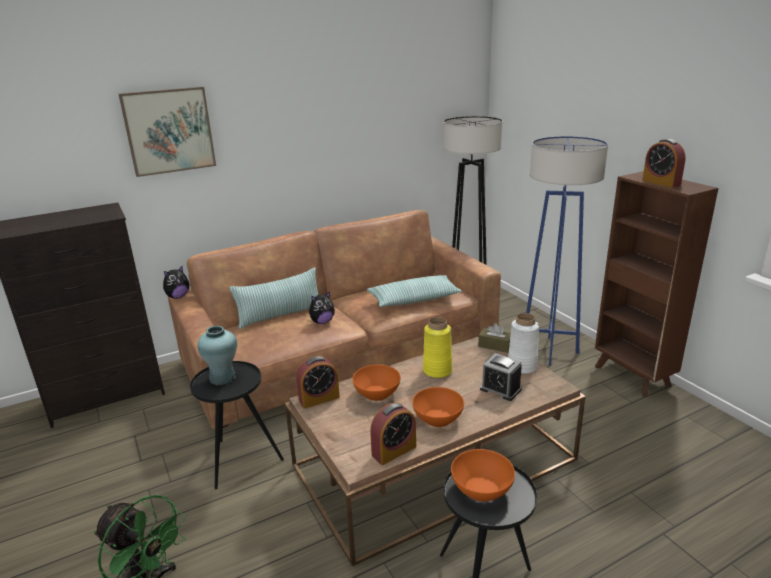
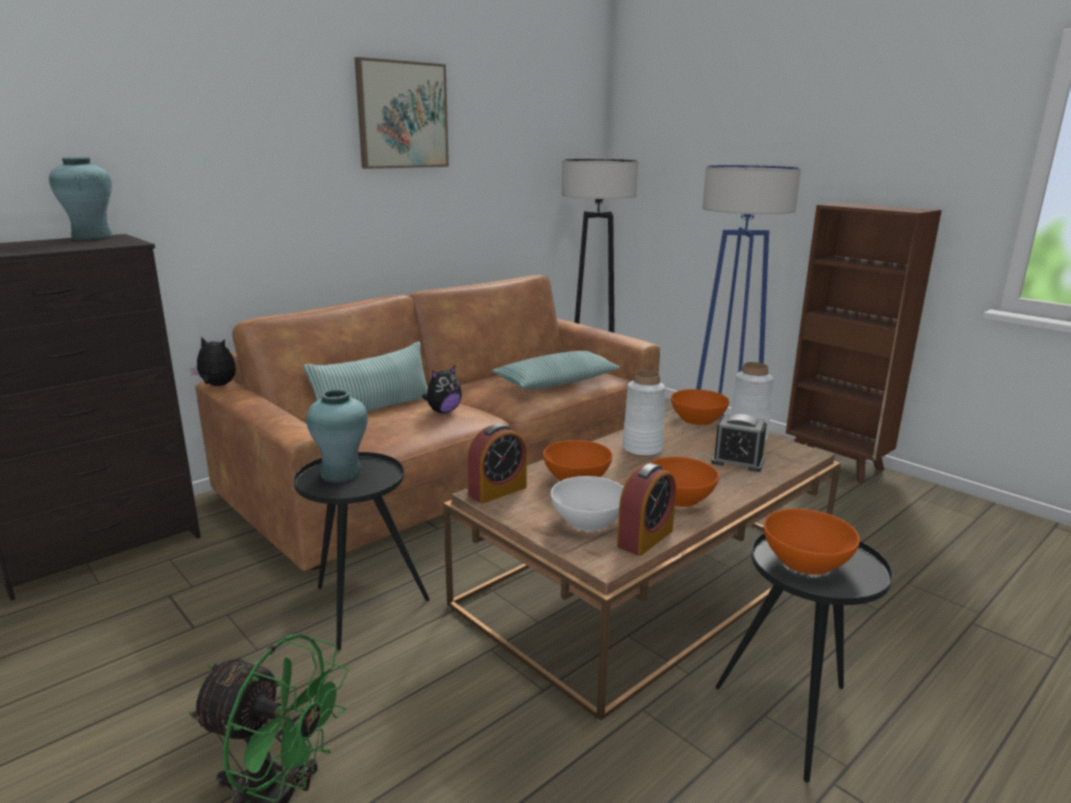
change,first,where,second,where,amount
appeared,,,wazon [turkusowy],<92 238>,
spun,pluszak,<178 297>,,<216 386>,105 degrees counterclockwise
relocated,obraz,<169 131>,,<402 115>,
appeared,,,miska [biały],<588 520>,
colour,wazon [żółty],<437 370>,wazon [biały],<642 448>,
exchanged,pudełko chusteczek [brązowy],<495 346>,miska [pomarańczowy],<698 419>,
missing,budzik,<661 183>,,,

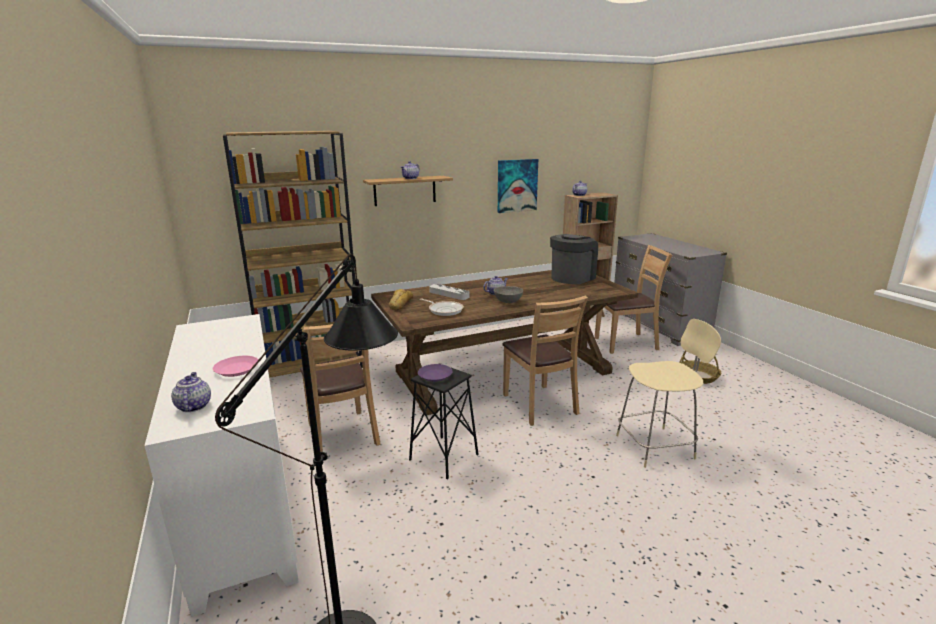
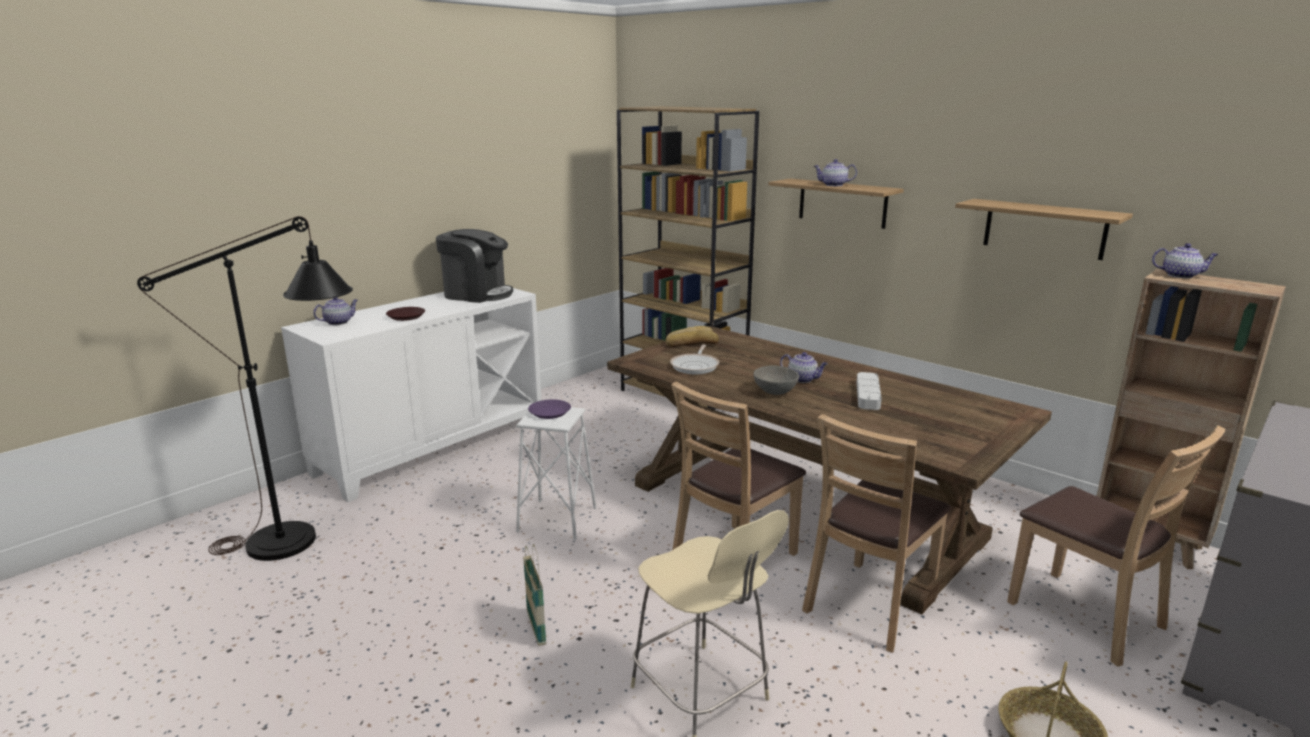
change,first,where,second,where,amount
colour,talerz [różowy],<236 369>,talerz [brązowy],<406 316>,
relocated,ekspres do kawy,<572 277>,,<477 294>,
colour,stołek [czarny],<444 457>,stołek [biały],<557 519>,
appeared,,,koszyk,<536 628>,
relocated,krzesło [brązowy],<342 435>,,<870 604>,
relocated,taca [szary],<449 294>,,<868 394>,
exchanged,obraz,<517 185>,półka,<1044 229>,

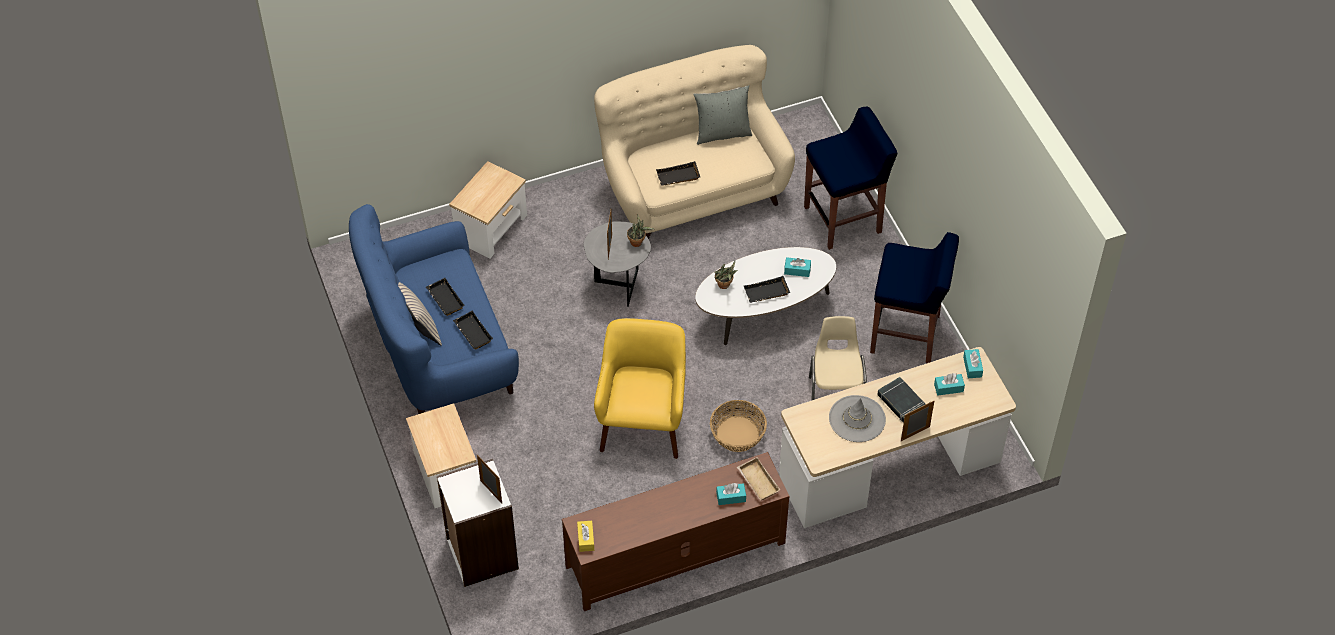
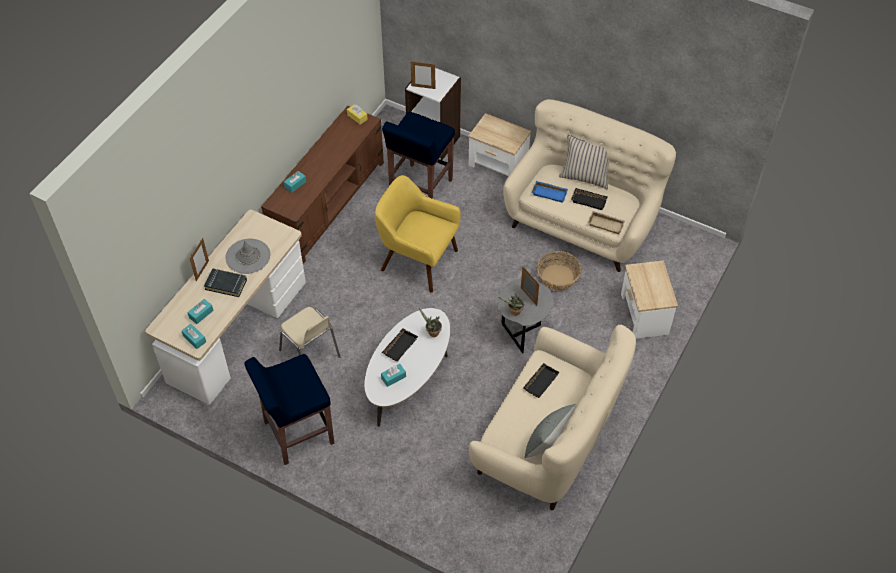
change,first,where,second,where,amount
spun,fotel [żółty],<643 422>,,<418 260>,150 degrees clockwise
relocated,stołek [niebieski],<844 219>,,<420 187>,
colour,kanapa [niebieski],<439 349>,kanapa [beżowy],<582 222>,
colour,taca [czarny],<472 333>,taca [niebieski],<550 193>,
relocated,koszyk,<737 434>,,<558 277>,
relocated,taca [beżowy],<756 481>,,<606 224>,

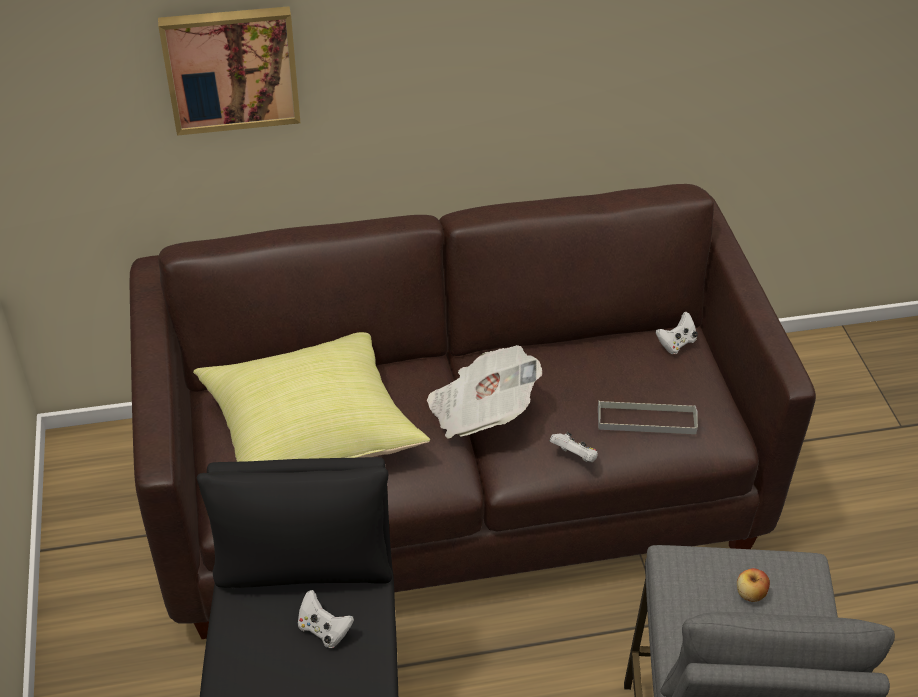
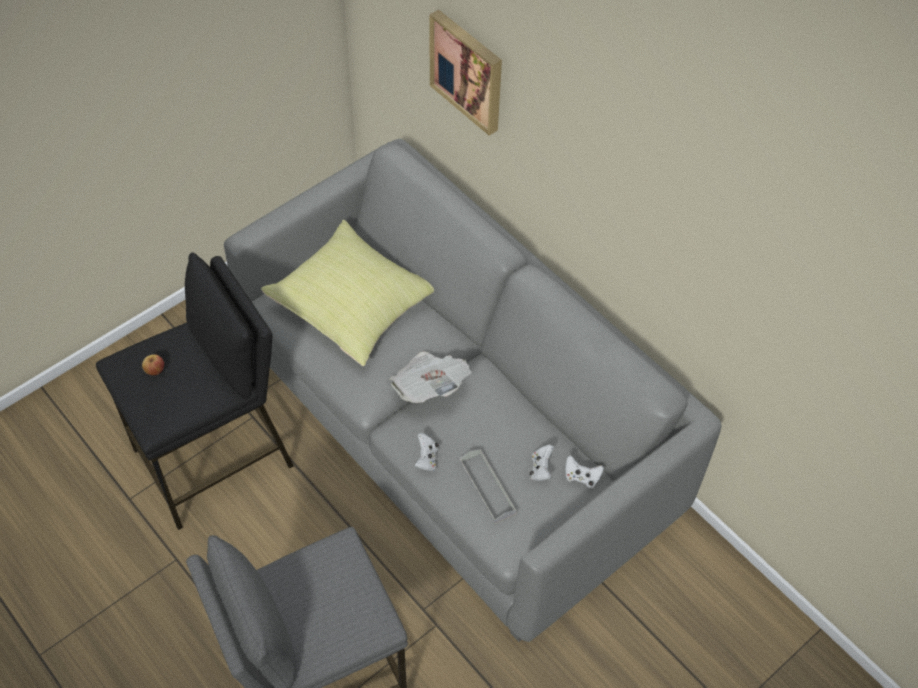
change,first,where,second,where,amount
relocated,jabłko,<750 594>,,<155 370>,
colour,kanapa [brązowy],<457 488>,kanapa [szary],<458 433>,
relocated,pad do gier [biały],<324 630>,,<540 469>,

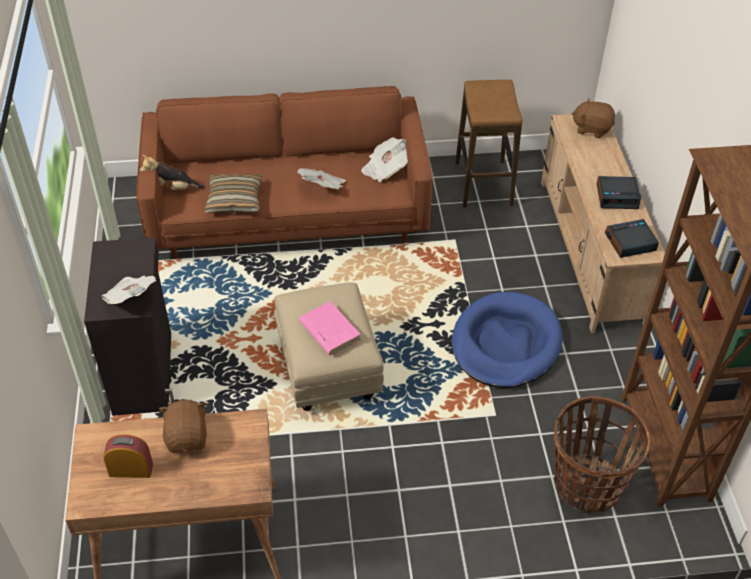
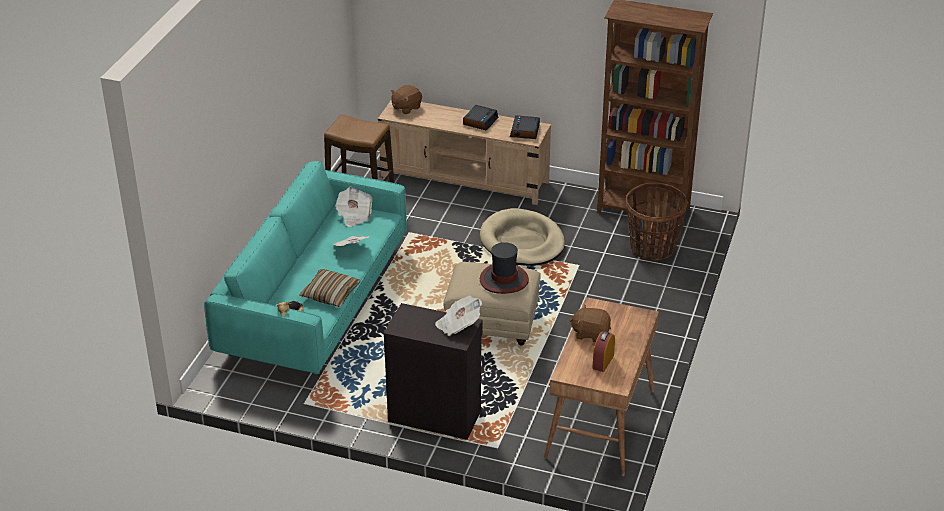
change,first,where,second,where,amount
colour,kanapa [brązowy],<288 213>,kanapa [turkusowy],<315 303>,
colour,legowisko [niebieski],<505 343>,legowisko [beżowy],<522 242>,
exchanged,książka [różowy],<329 330>,kapelusz,<503 280>,

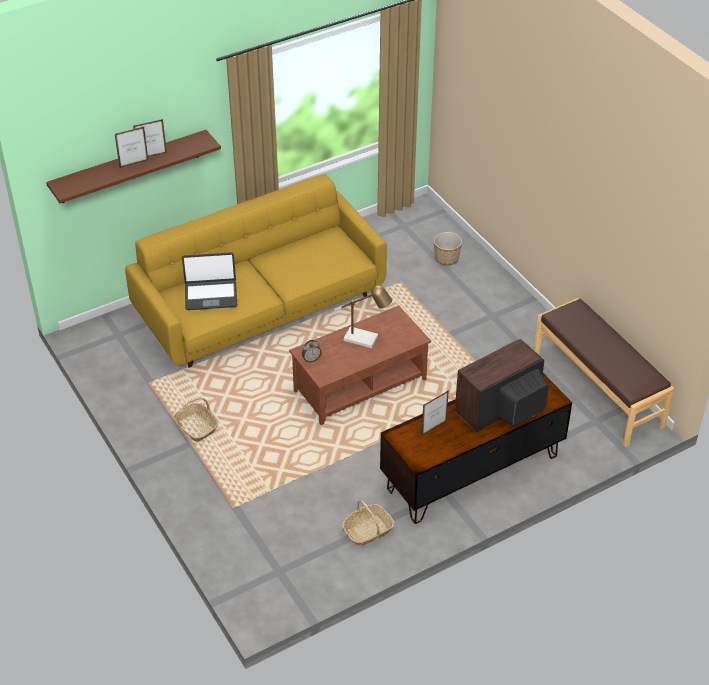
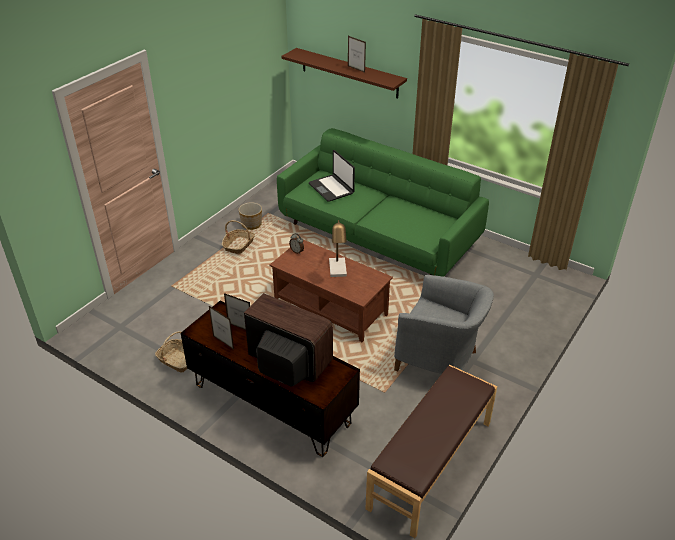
change,first,where,second,where,amount
relocated,ramka na zdjęcie,<134 164>,,<223 343>,
relocated,donica,<446 258>,,<251 224>,
colour,kanapa [żółty],<261 307>,kanapa [zielony],<377 235>,
appeared,,,fotel [szary],<439 362>,

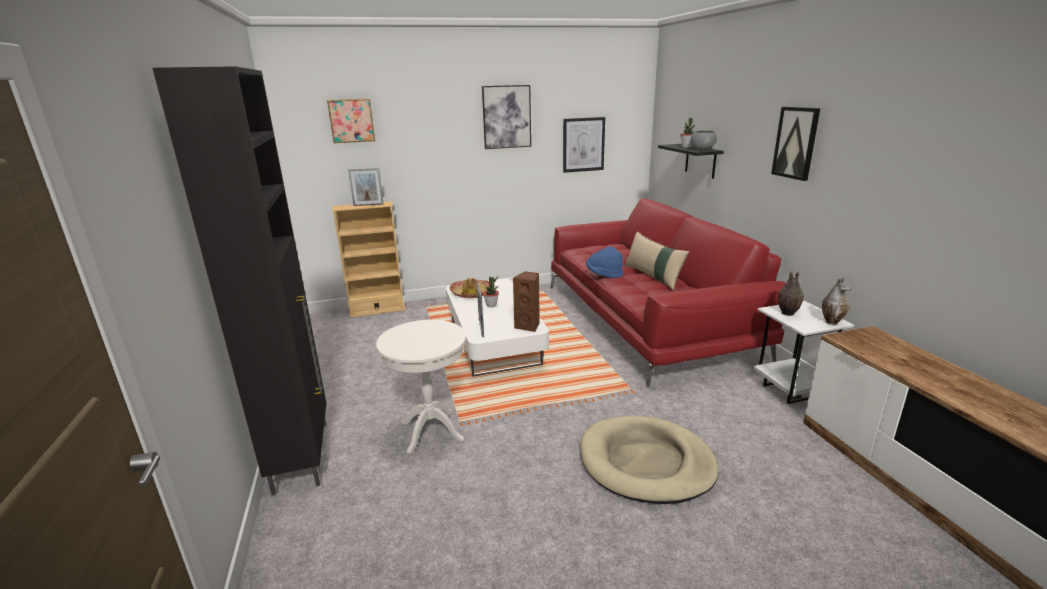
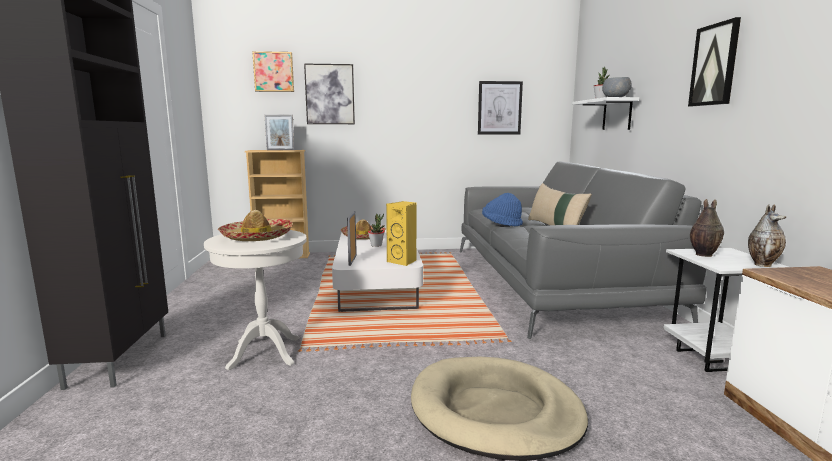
change,first,where,second,where,amount
appeared,,,kapelusz,<257 237>,
relocated,obraz,<506 117>,,<330 94>,
colour,głośnik [brązowy],<528 326>,głośnik [żółty],<403 261>,
colour,kanapa [czerwony],<646 320>,kanapa [szary],<551 282>,
colour,półka [czarny],<700 160>,półka [biały],<617 114>,

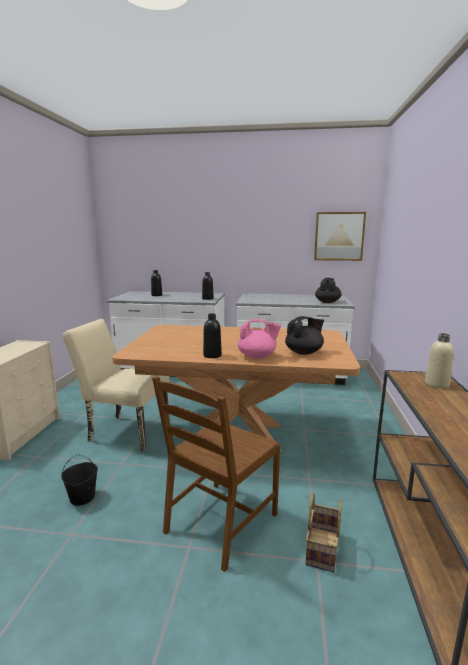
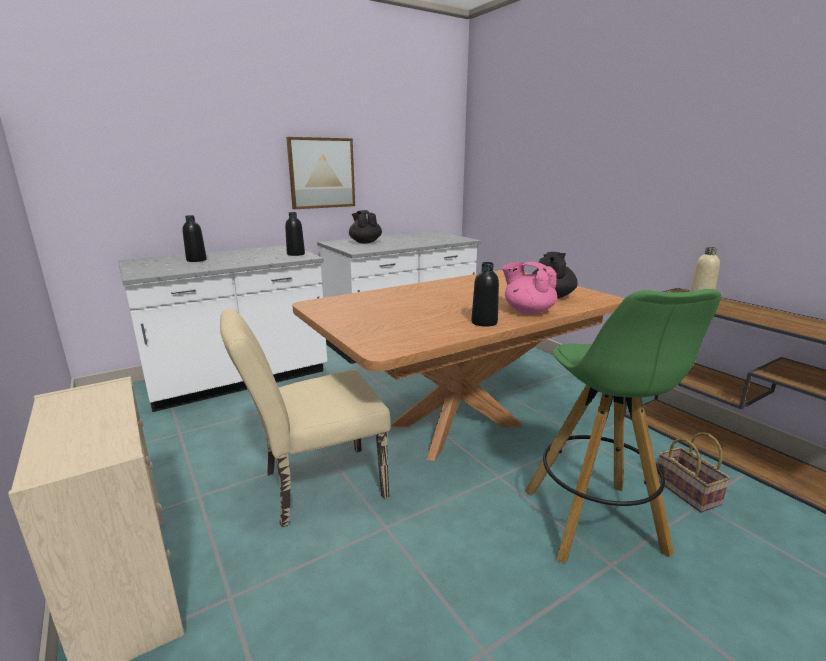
change,first,where,second,where,amount
relocated,obraz,<339 236>,,<321 173>,
relocated,imbryk [czarny],<327 302>,,<365 242>,
spun,imbryk [różowy],<257 356>,,<528 311>,105 degrees counterclockwise
exchanged,krzesło [brązowy],<220 523>,stołek [zielony],<594 523>,
missing,wiadro [czarny],<82 498>,,,

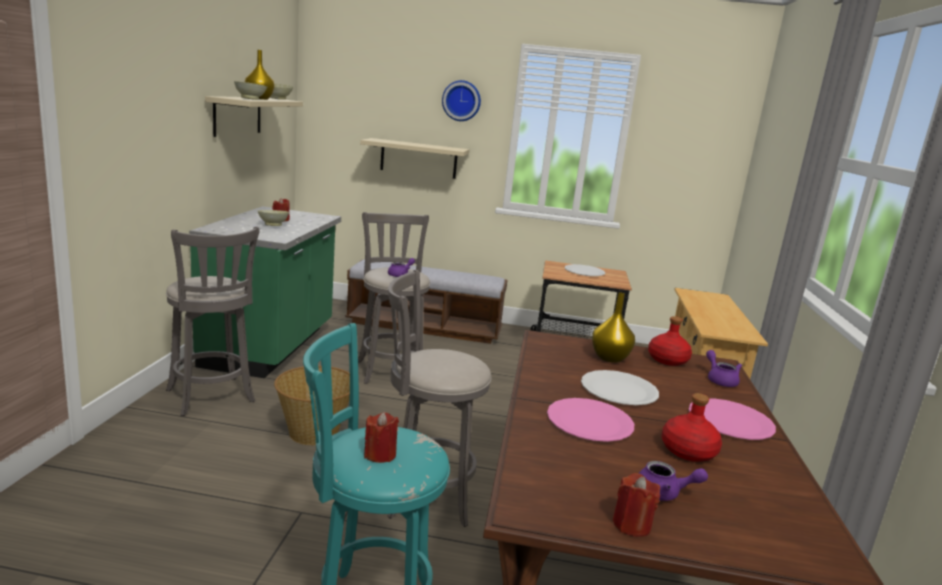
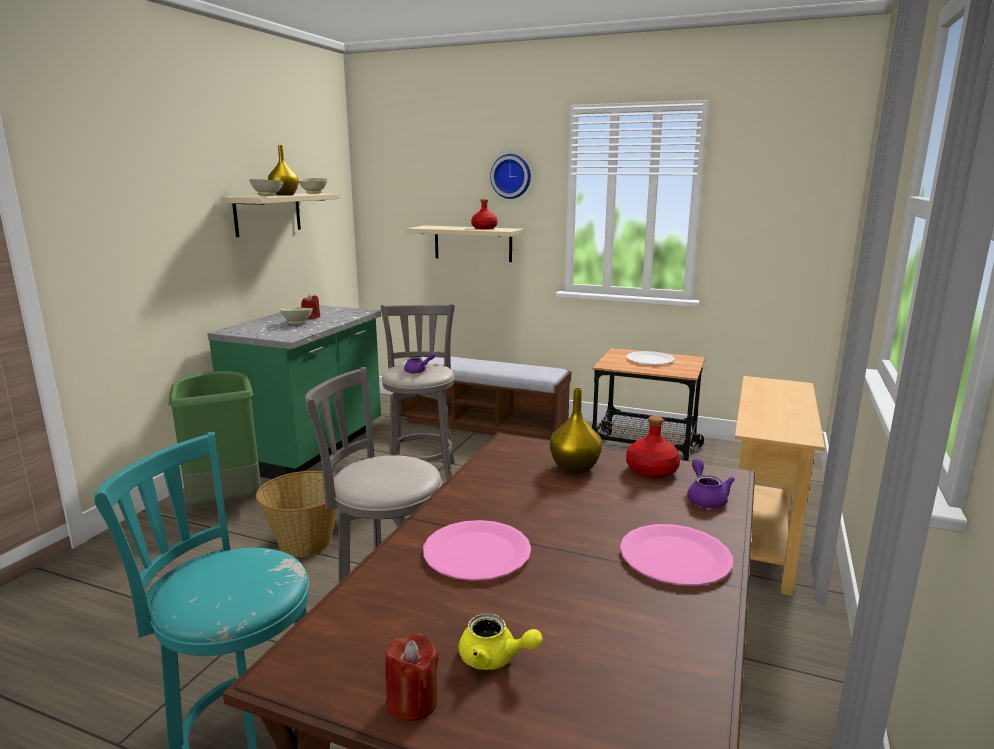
change,first,where,second,where,amount
exchanged,stołek [szary],<211 398>,kosz na śmieci [zielony],<225 502>,
colour,imbryk [fioletowy],<664 493>,imbryk [żółty],<495 658>,
relocated,butelka [czerwony],<689 451>,,<484 228>,
missing,świeca [czerwony],<380 454>,,,
missing,talerz [biały],<619 390>,,,

